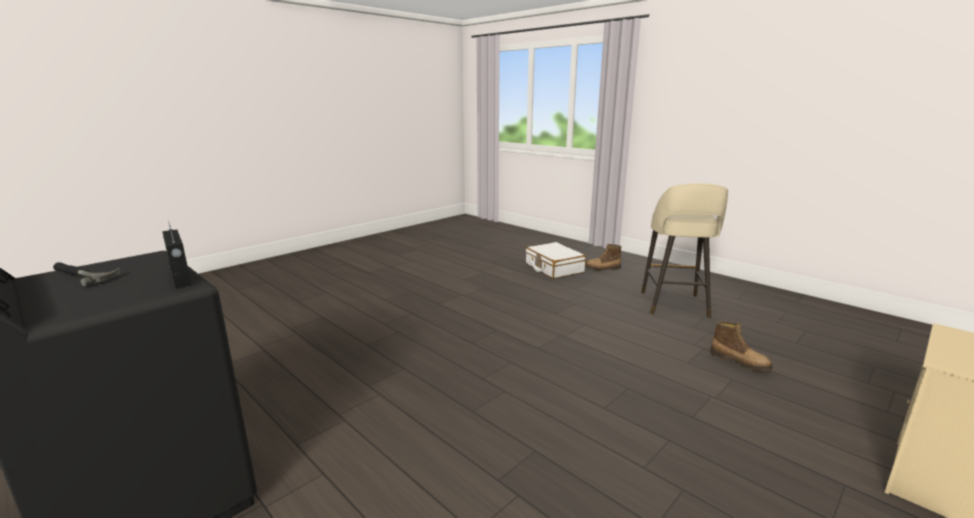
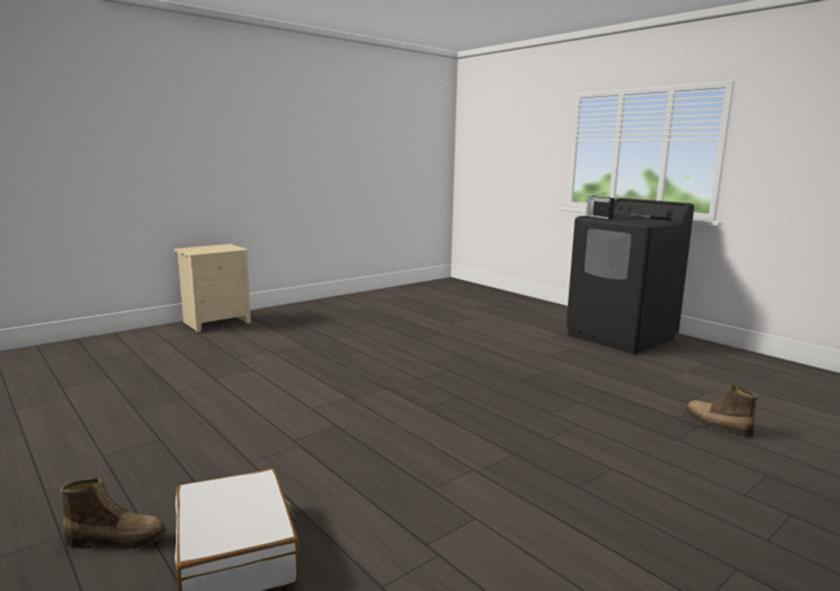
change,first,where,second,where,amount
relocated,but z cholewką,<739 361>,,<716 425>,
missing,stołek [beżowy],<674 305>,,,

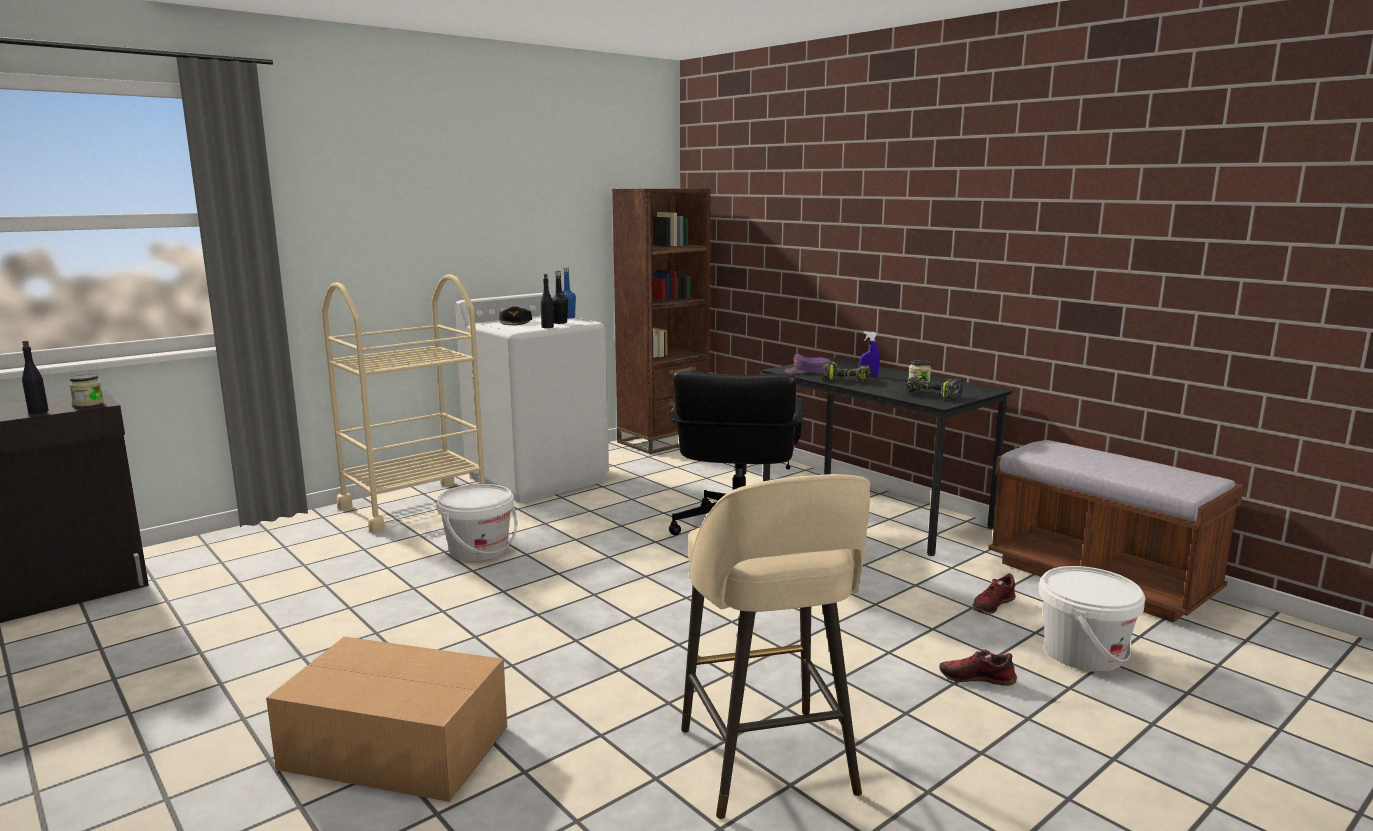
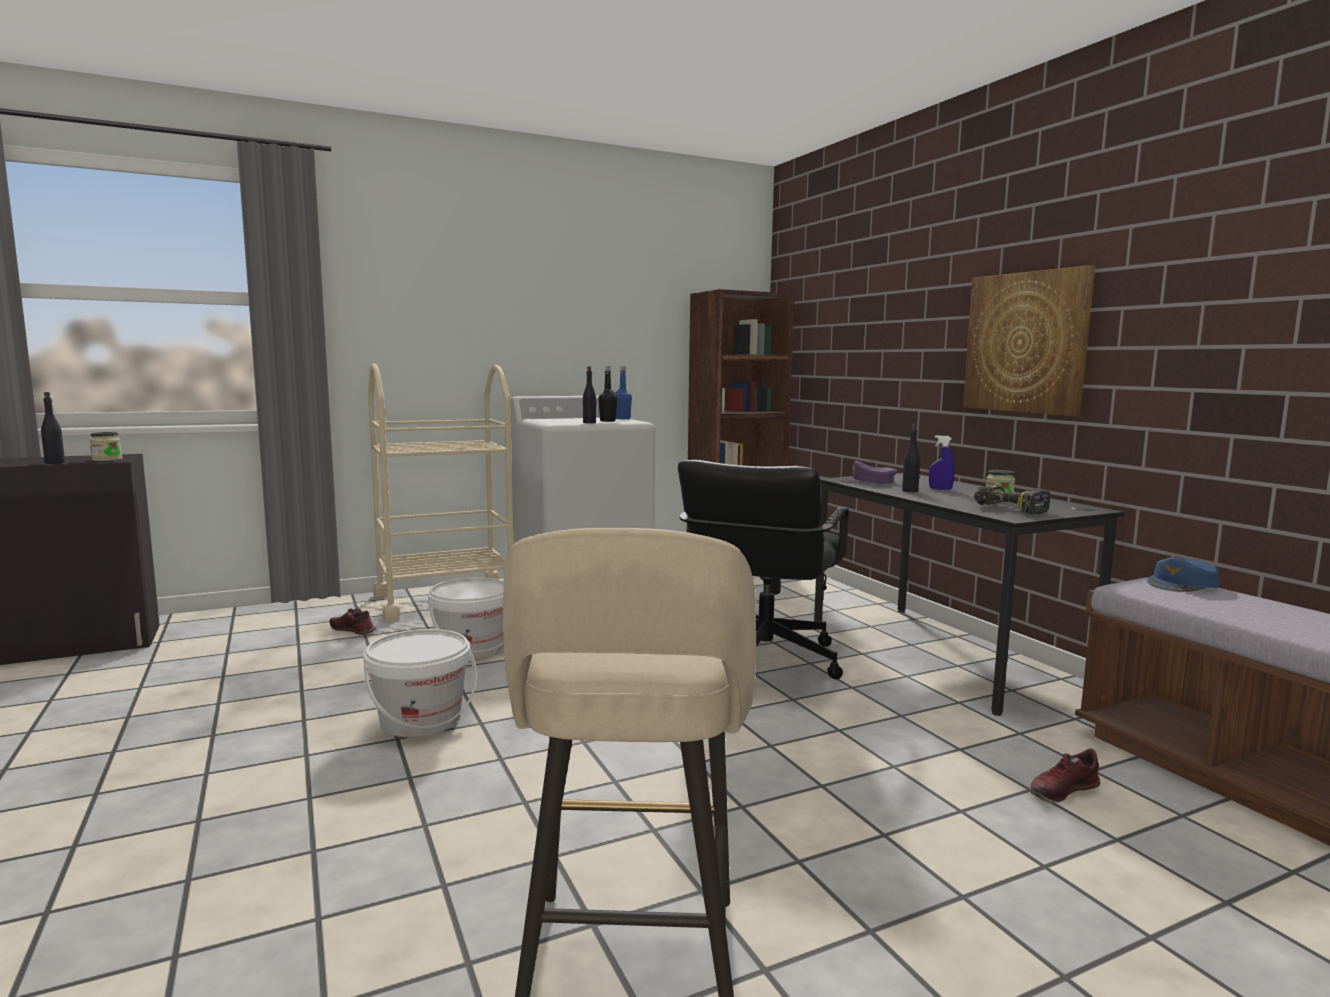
change,first,where,second,where,amount
relocated,but,<977 677>,,<353 630>,
relocated,wiadro [biały],<1083 653>,,<421 720>,
exchanged,wiertarka,<847 379>,butelka [czarny],<910 491>,
appeared,,,obraz,<1026 342>,
appeared,,,czapka z daszkiem [niebieski],<1183 584>,
missing,karton,<394 745>,,,
missing,czapka z daszkiem [czarny],<515 321>,,,

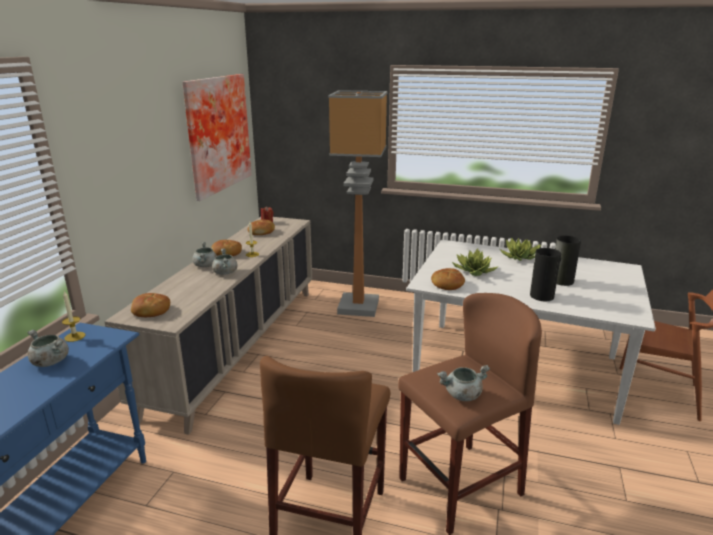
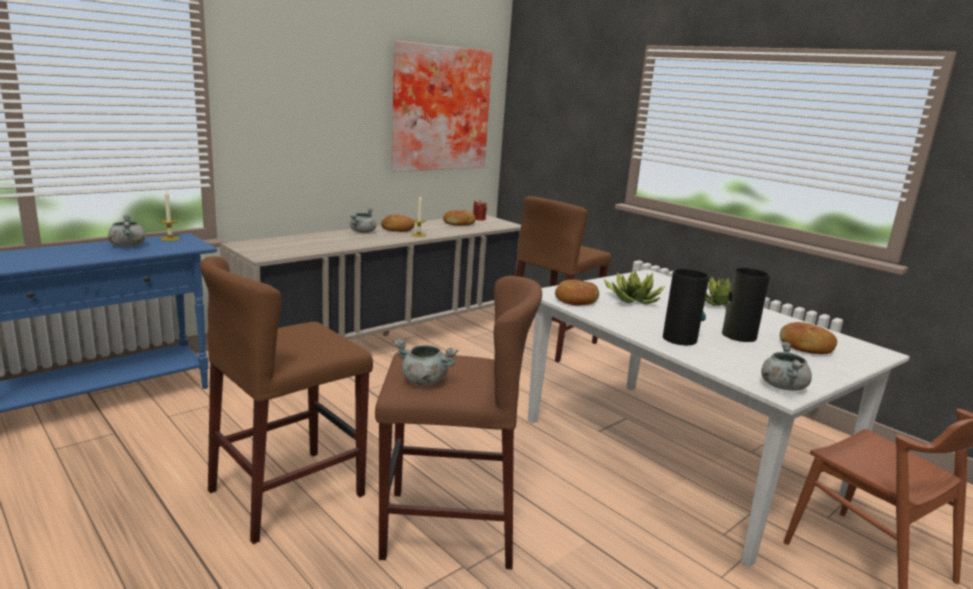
change,first,where,second,where,amount
exchanged,lampa stojąca,<357 307>,stołek [brązowy],<552 343>,
relocated,garnek [szary],<225 272>,,<782 386>,
relocated,chleb,<151 311>,,<805 347>,

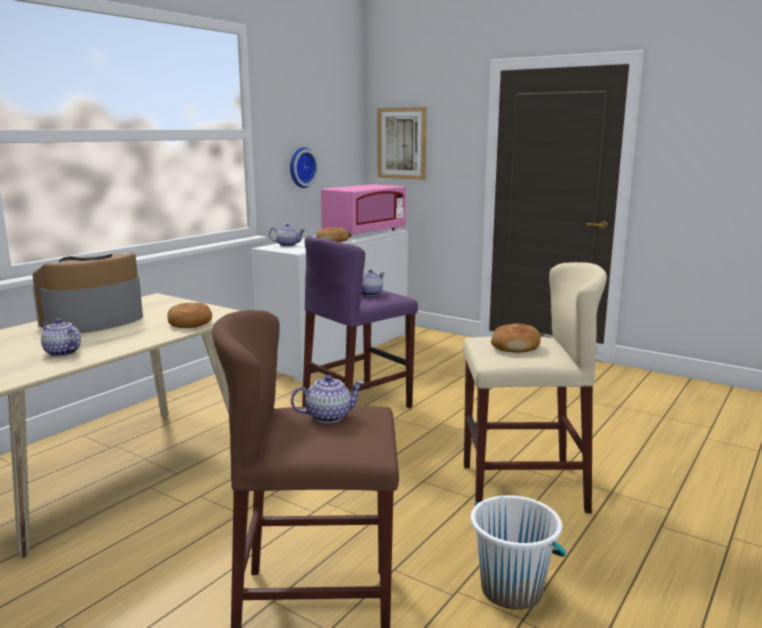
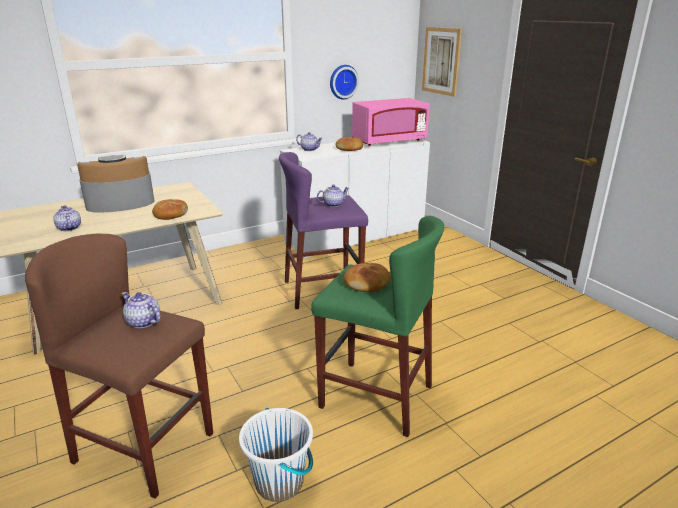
change,first,where,second,where,amount
spun,imbryk,<328 416>,,<143 322>,150 degrees counterclockwise
colour,stołek [beżowy],<522 487>,stołek [zielony],<376 396>,

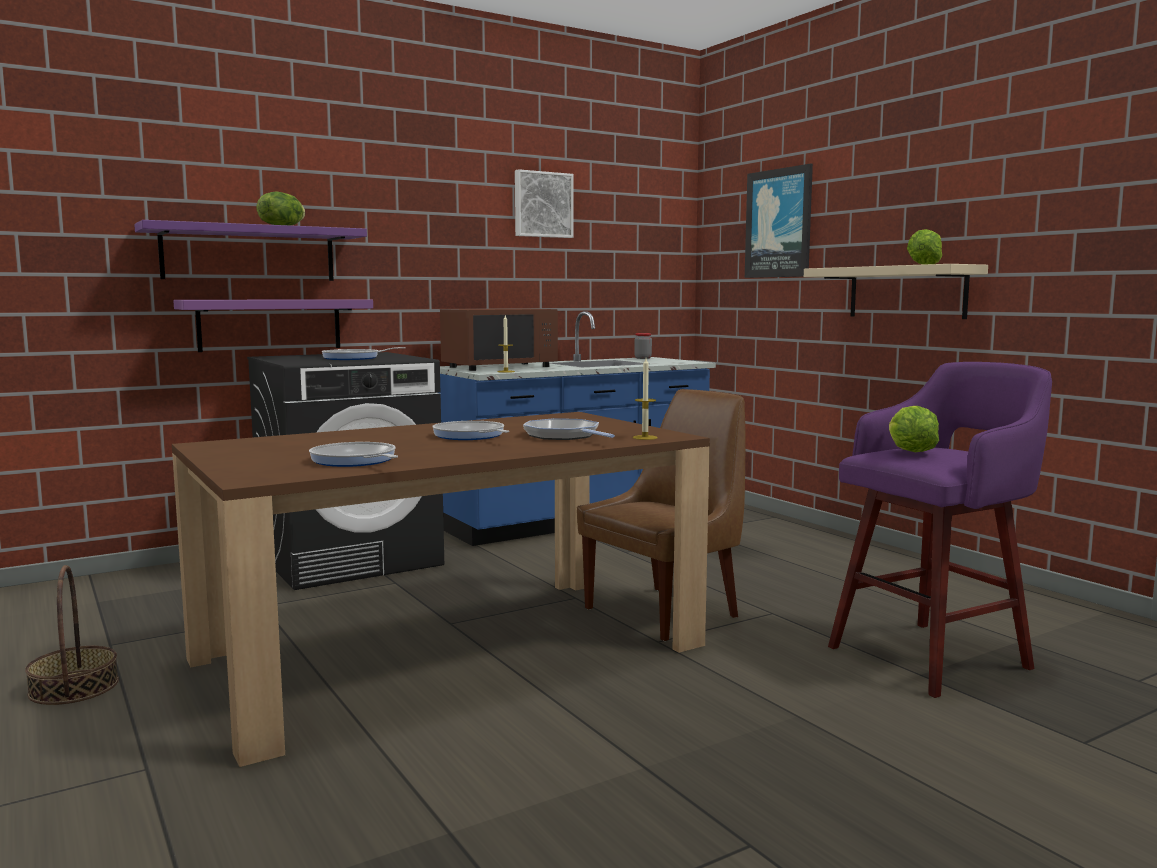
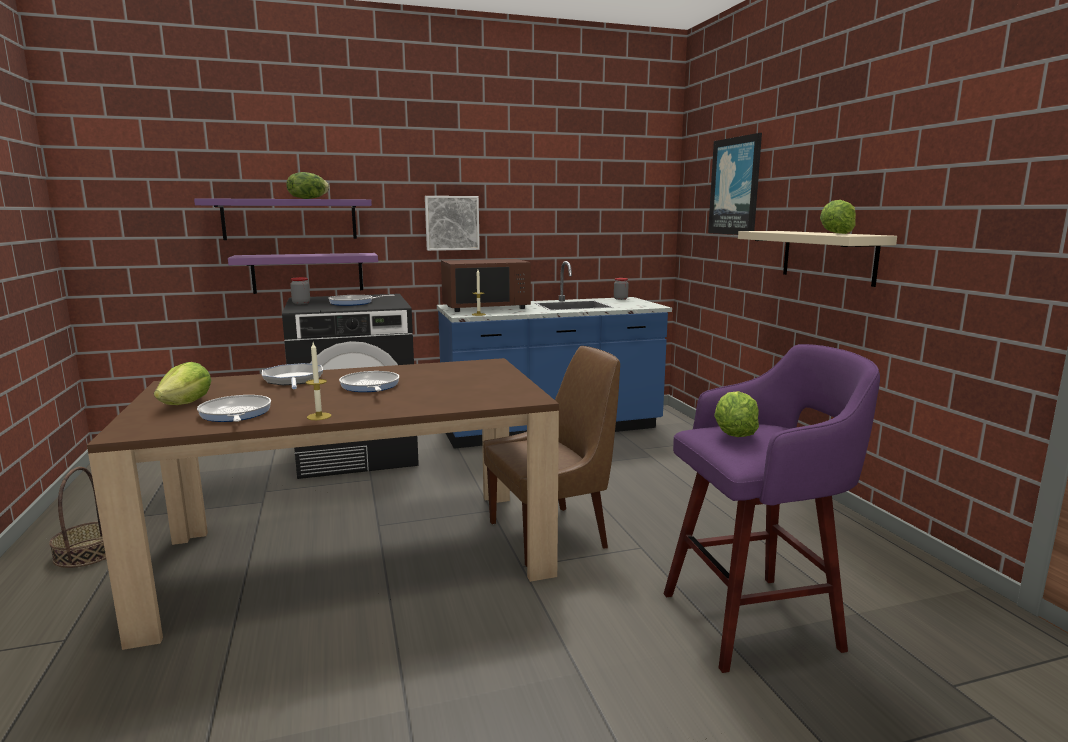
change,first,where,second,where,amount
appeared,,,sałata,<187 403>,
relocated,patelnia,<564 436>,,<293 380>,
appeared,,,słoik,<301 303>,
relocated,świeca,<645 437>,,<319 416>,
relocated,obraz,<542 204>,,<452 223>,

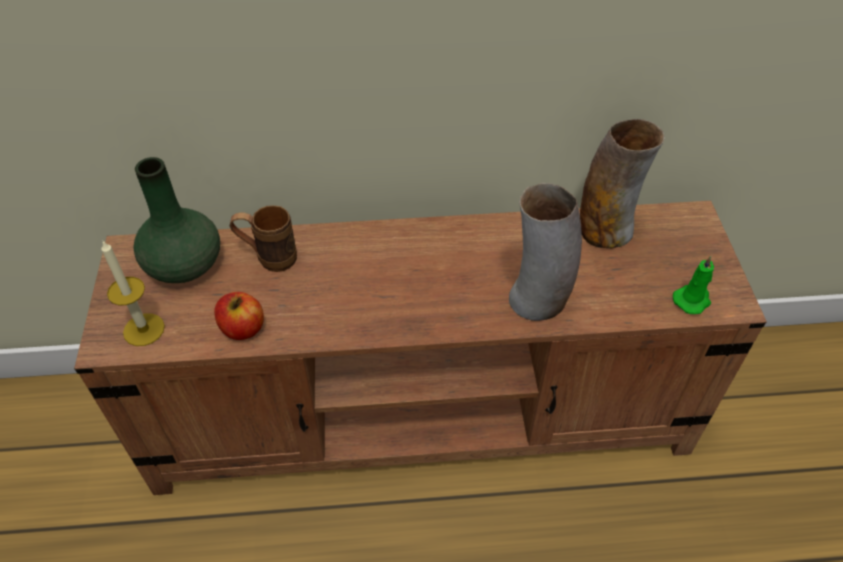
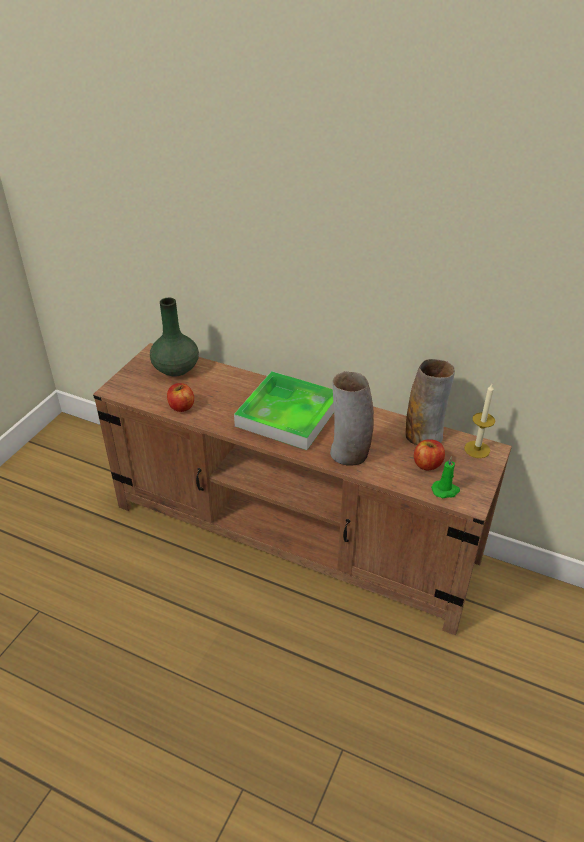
change,first,where,second,where,amount
appeared,,,taca,<288 414>,
appeared,,,jabłko,<427 464>,
relocated,świeca,<144 329>,,<477 449>,
missing,kubek [brązowy],<268 258>,,,

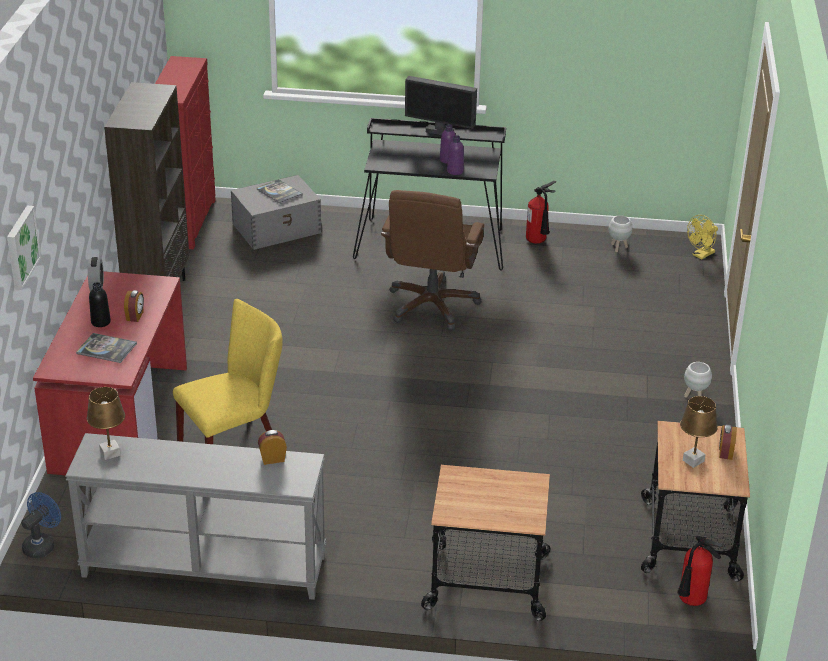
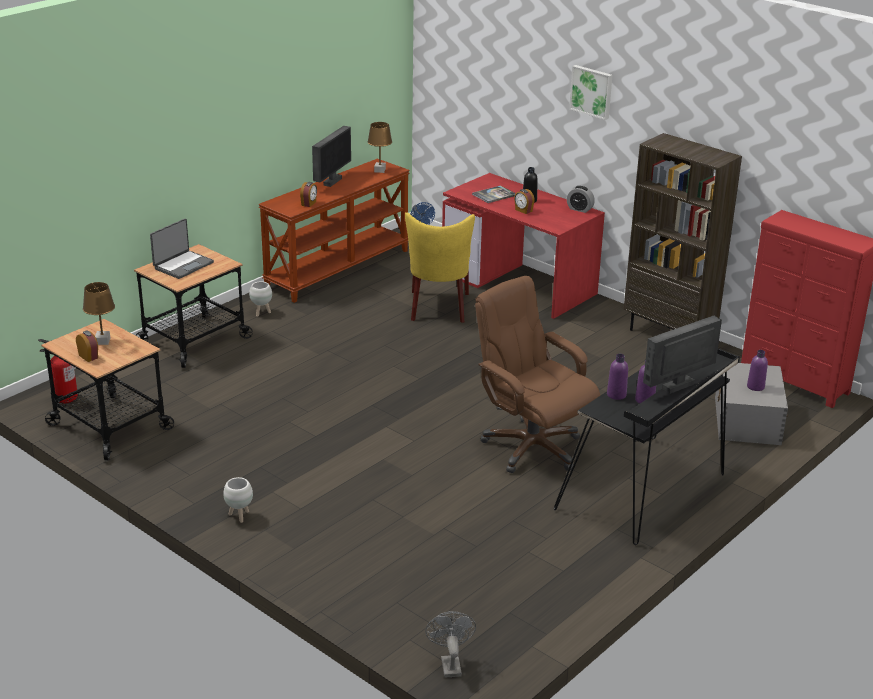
change,first,where,second,where,amount
appeared,,,laptop,<183 265>,
relocated,donica [biały],<618 248>,,<261 313>,
colour,stolik konsolowy [szary],<203 567>,stolik konsolowy [brązowy],<337 268>,
appeared,,,monitor,<331 181>,
colour,wentylator [żółty],<701 255>,wentylator [szary],<450 663>,
relocated,obraz,<20 247>,,<592 91>,
exchanged,książka,<279 192>,butelka [fioletowy],<755 387>,
missing,gaśnica,<538 242>,,,

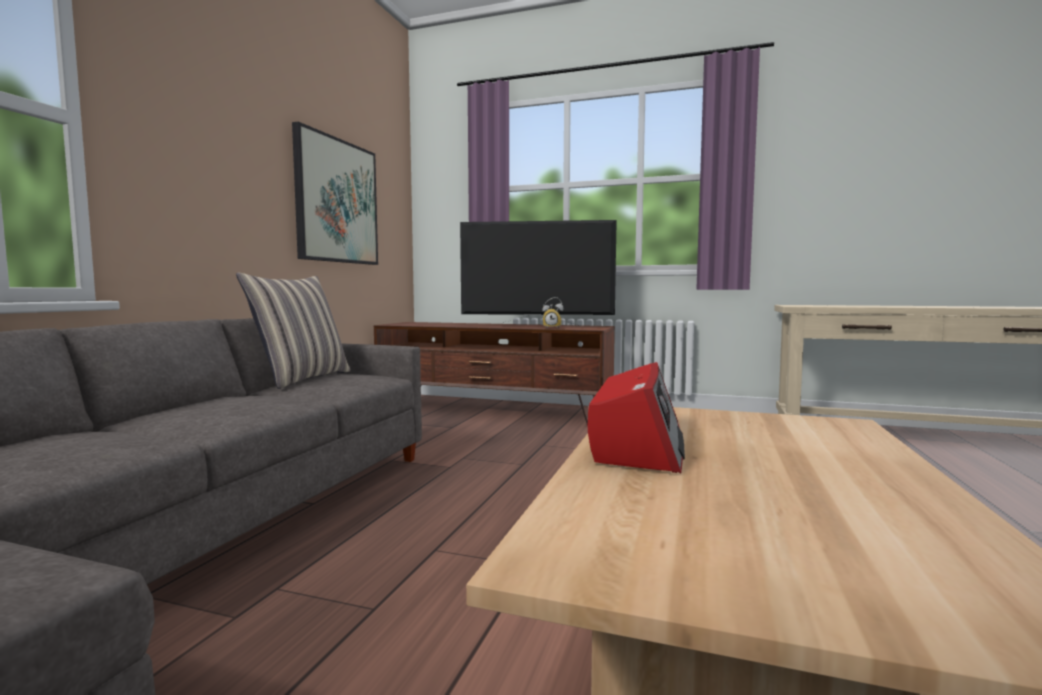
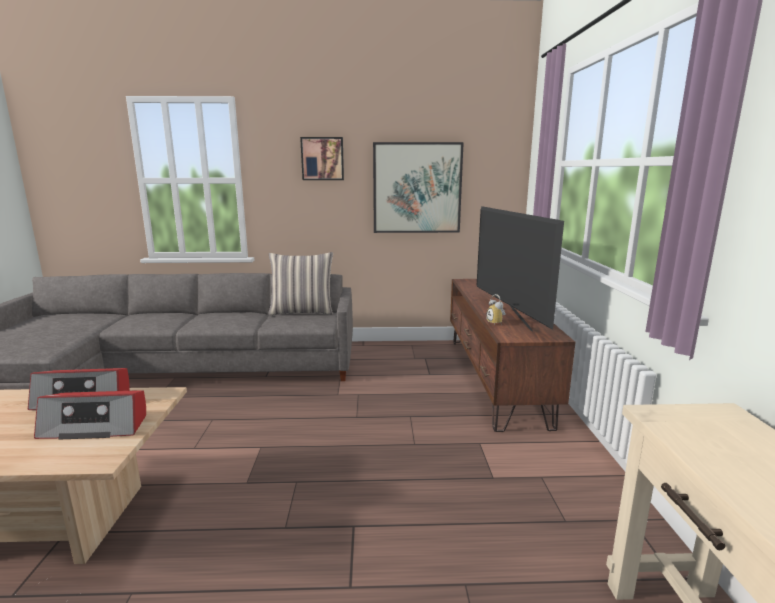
change,first,where,second,where,amount
appeared,,,radio,<96 426>,
appeared,,,obraz,<322 159>,

